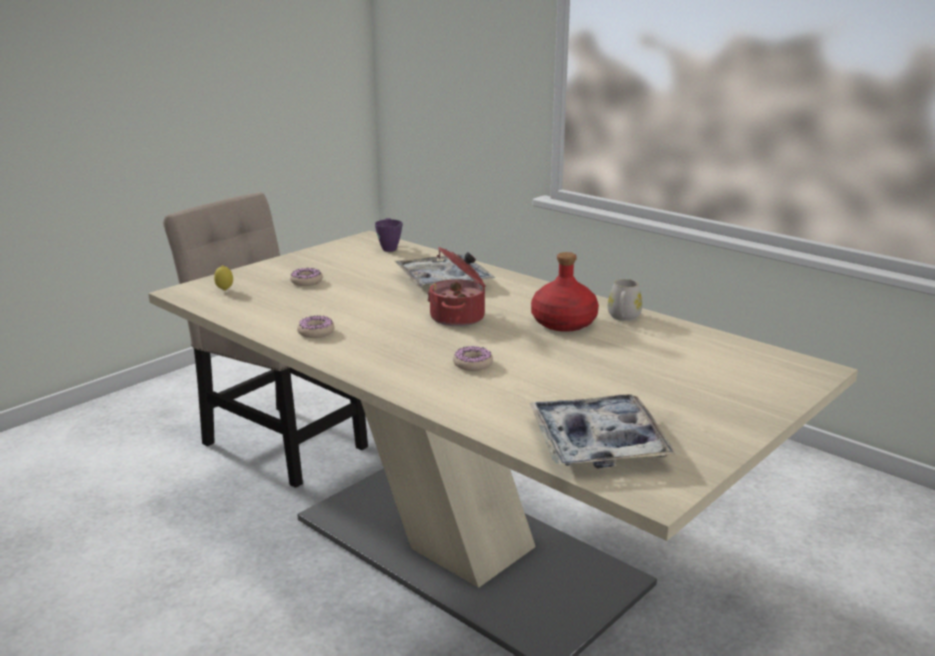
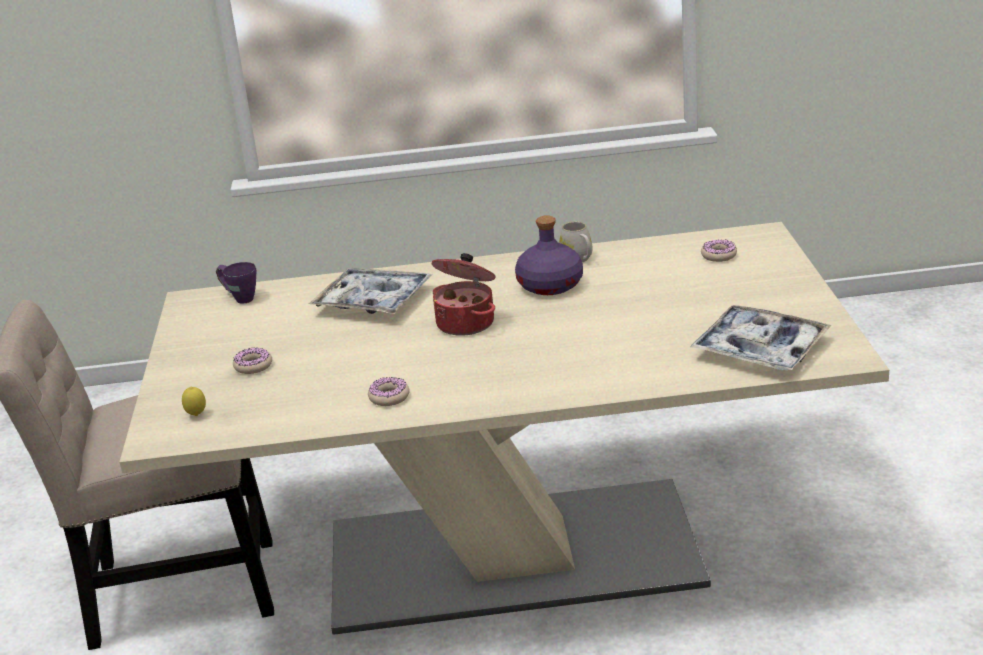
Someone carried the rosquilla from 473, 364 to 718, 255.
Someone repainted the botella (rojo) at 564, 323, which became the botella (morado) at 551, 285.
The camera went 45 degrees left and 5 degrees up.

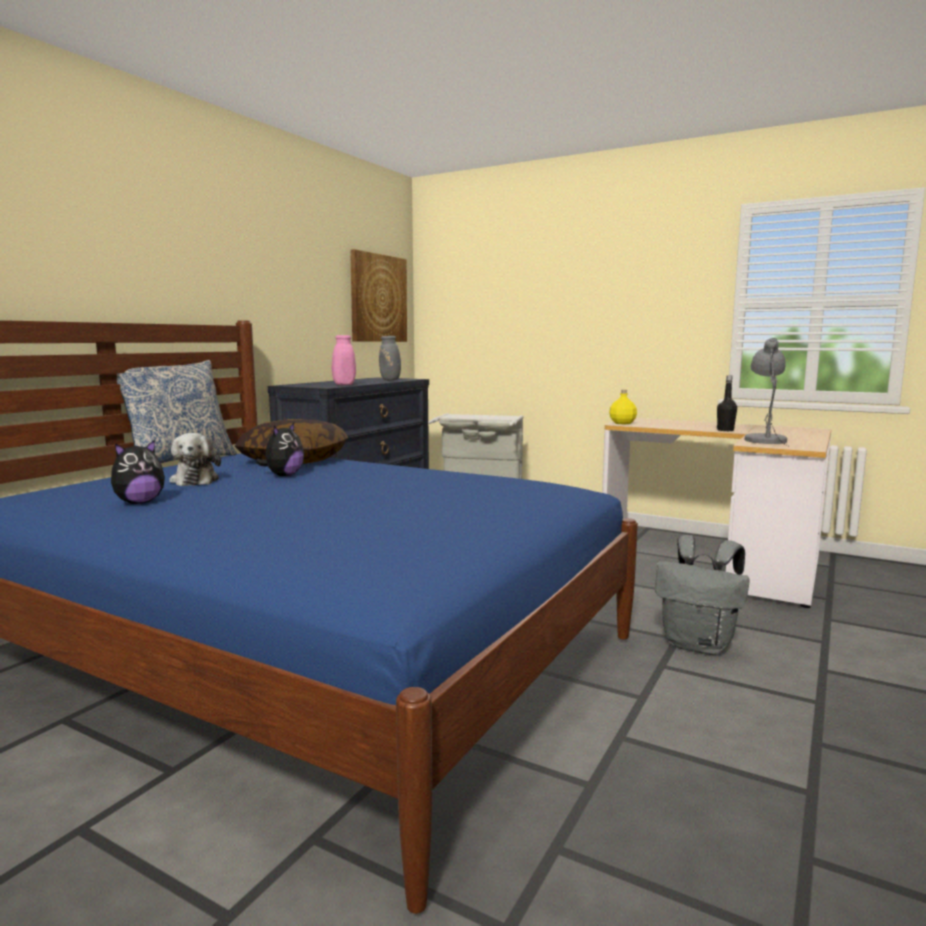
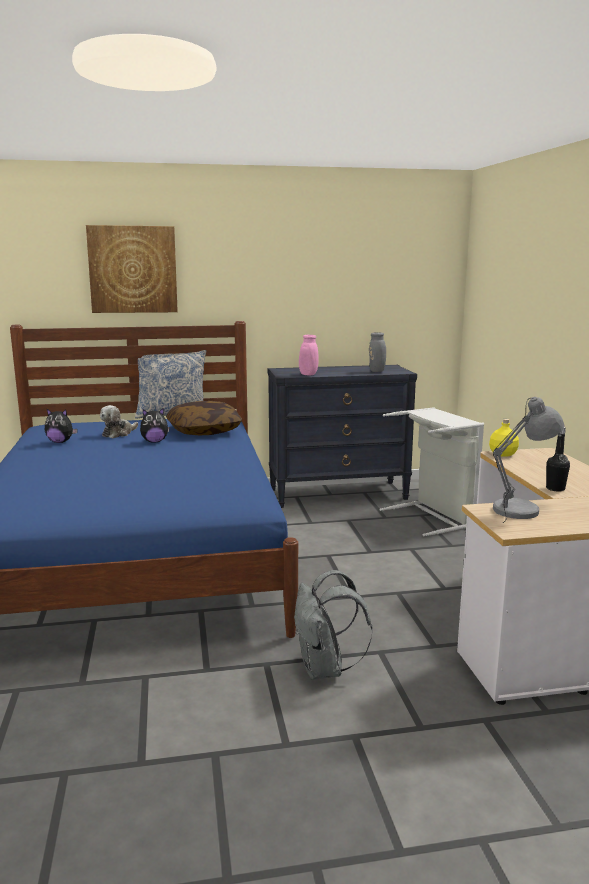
Someone carried the cuadro from 378, 298 to 133, 269.
The camera went 50 degrees right and 5 degrees up.

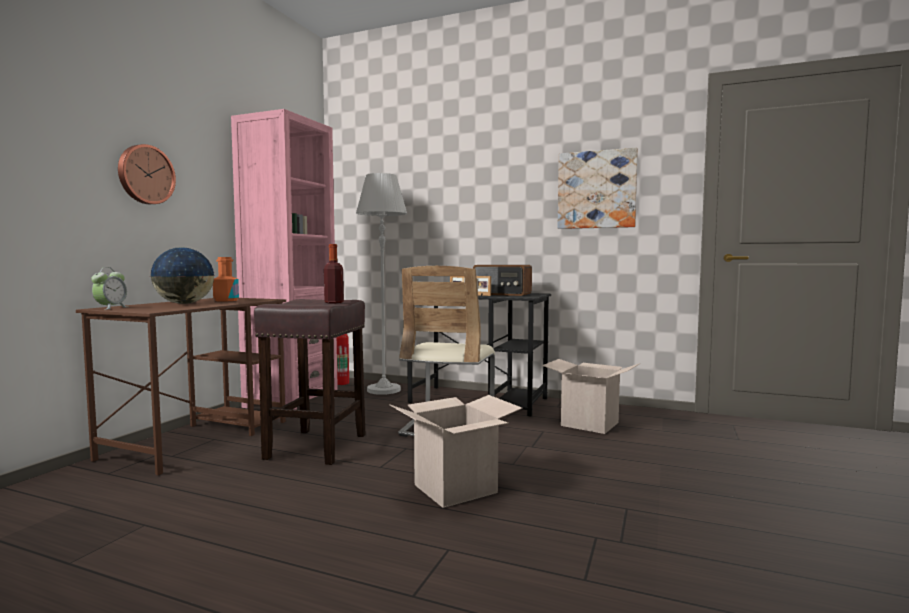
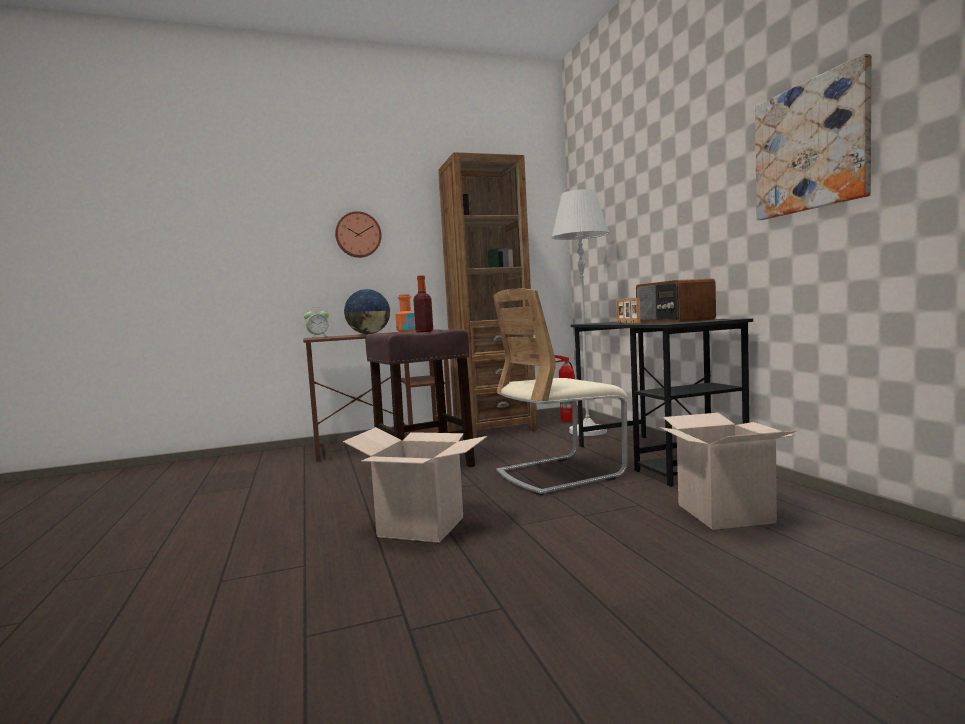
Someone repainted the estantería (rosa) at 291, 401, which became the estantería (marrón) at 494, 429.
The camera went 50 degrees right and 0 degrees up.

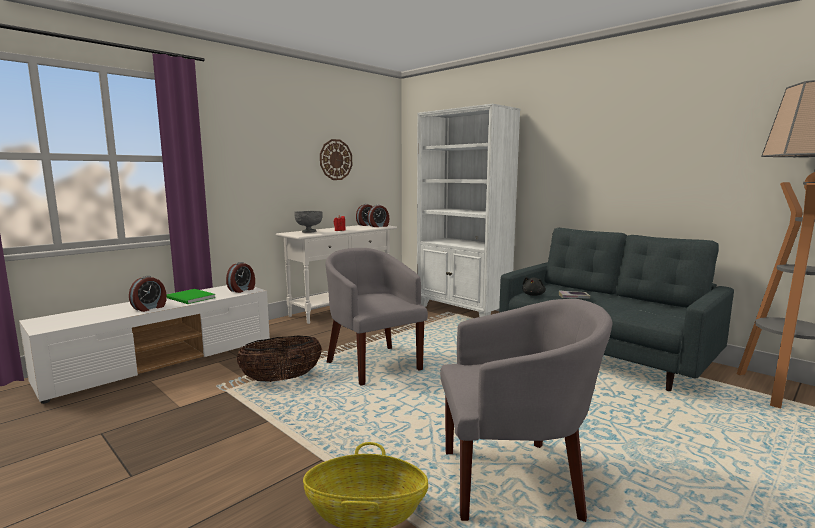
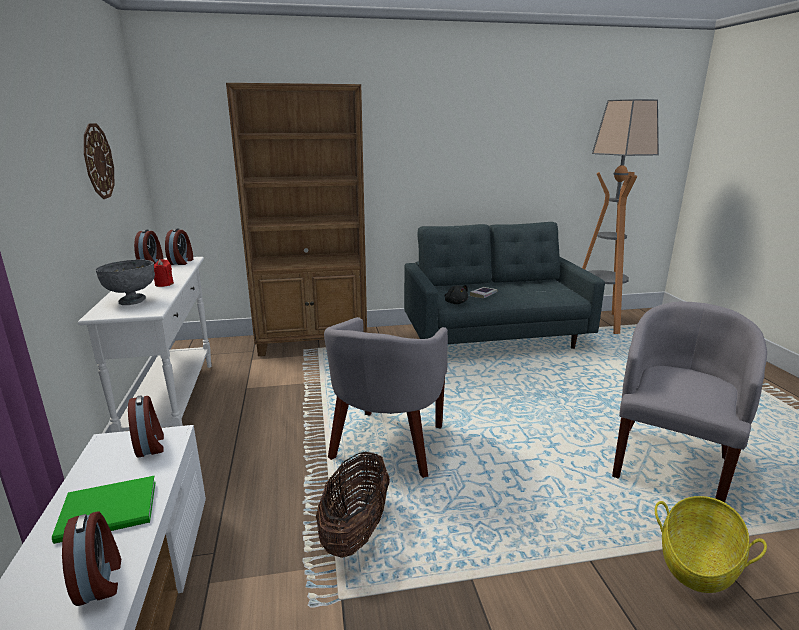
Someone rotated the sillón (gris) at 373, 364 by 75 degrees counterclockwise.
Someone repainted the estantería (blanco) at 463, 311, which became the estantería (marrón) at 313, 342.
The camera went 55 degrees left and 10 degrees up.

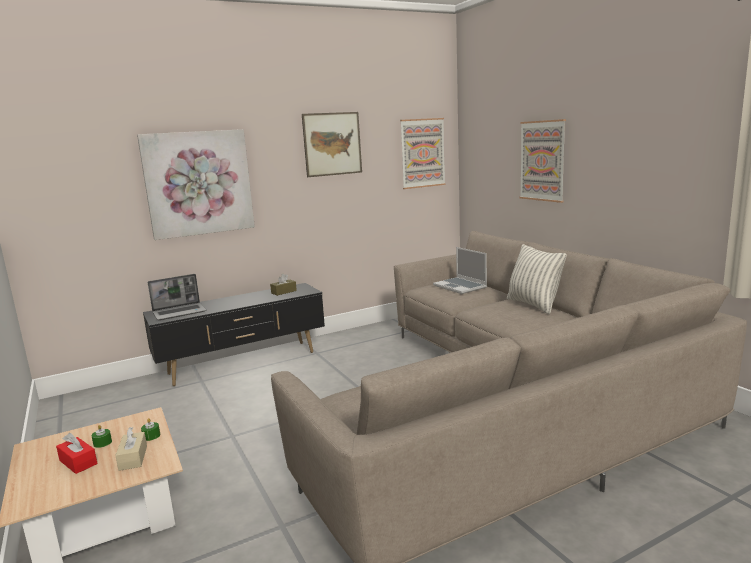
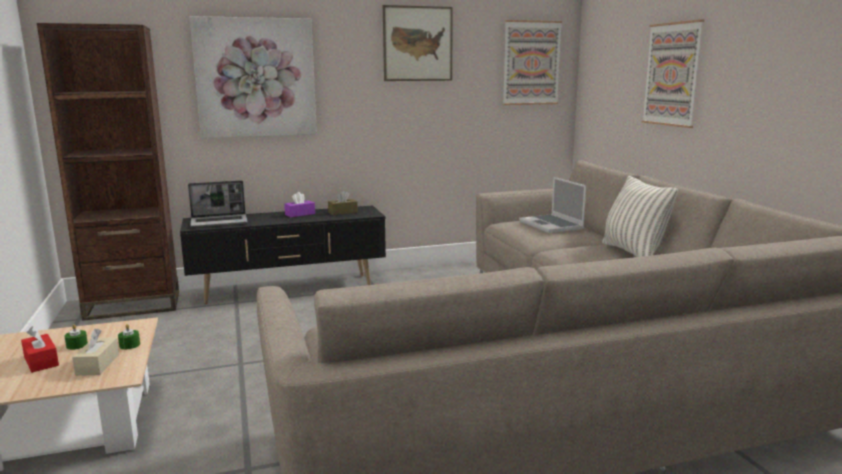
Someone put down the estantería (marrón) at 133, 305.
Someone put down the caja de pañuelos (morado) at 300, 214.
The camera went 10 degrees right and 0 degrees up.

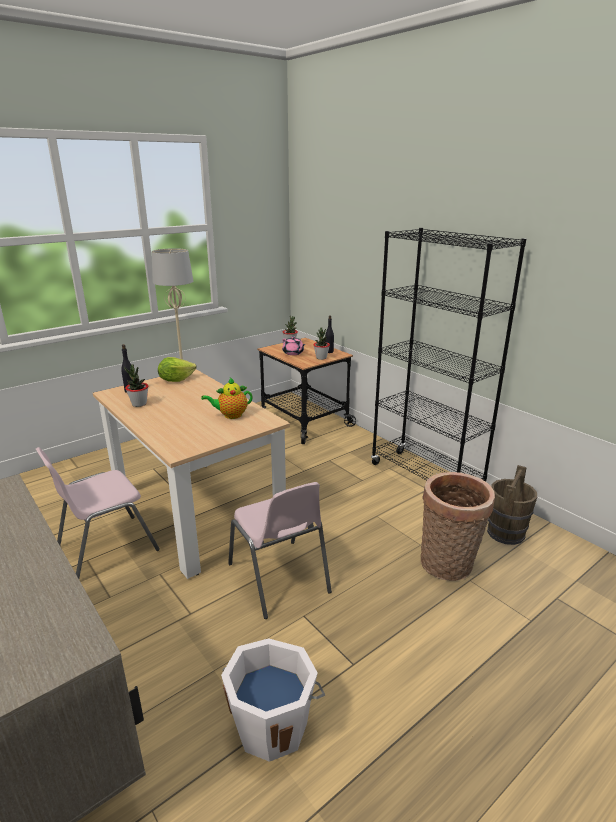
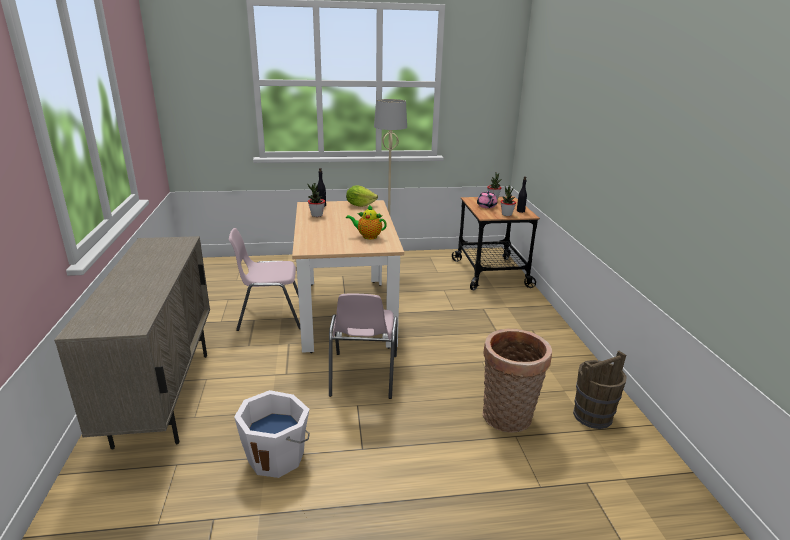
Someone took away the estantería (negro) at 425, 479.
The camera went 30 degrees right and 0 degrees up.

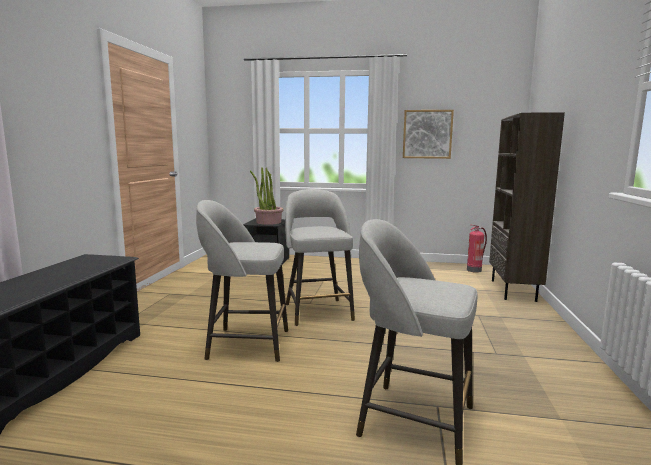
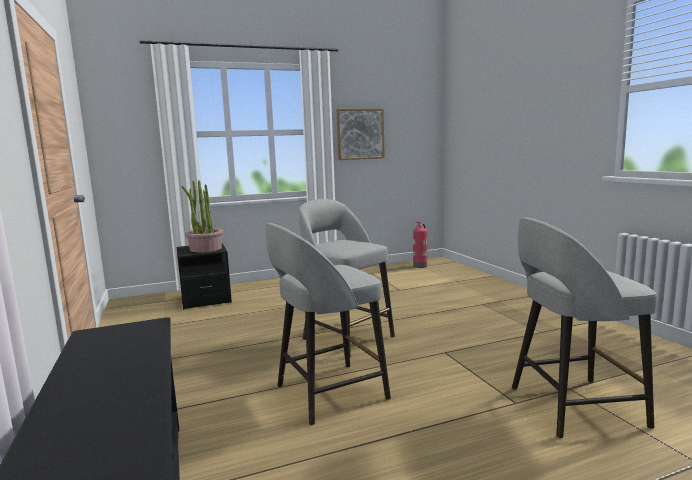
Someone took away the estantería (marrón) at 514, 290.
The camera went 30 degrees left and 0 degrees up.

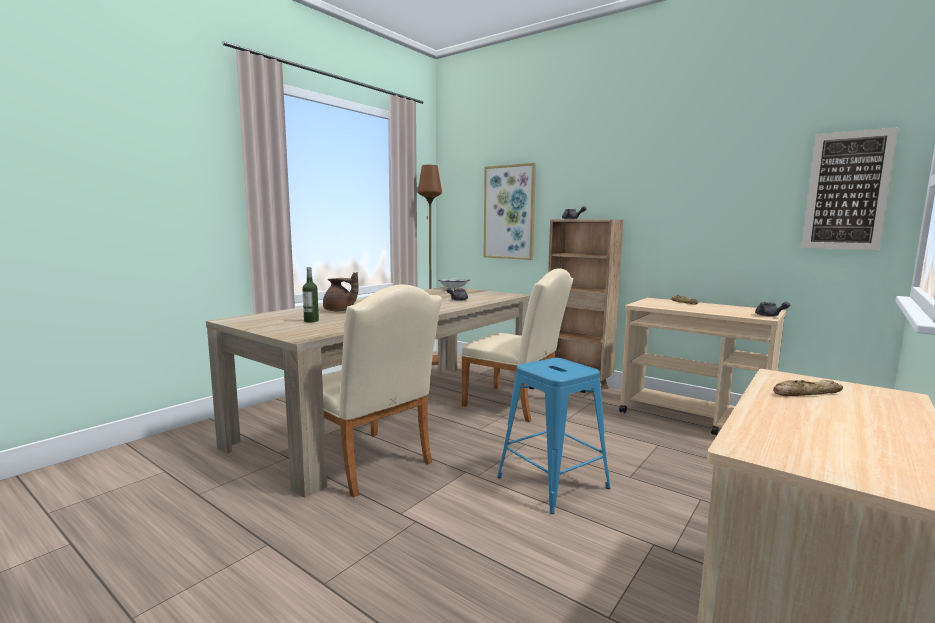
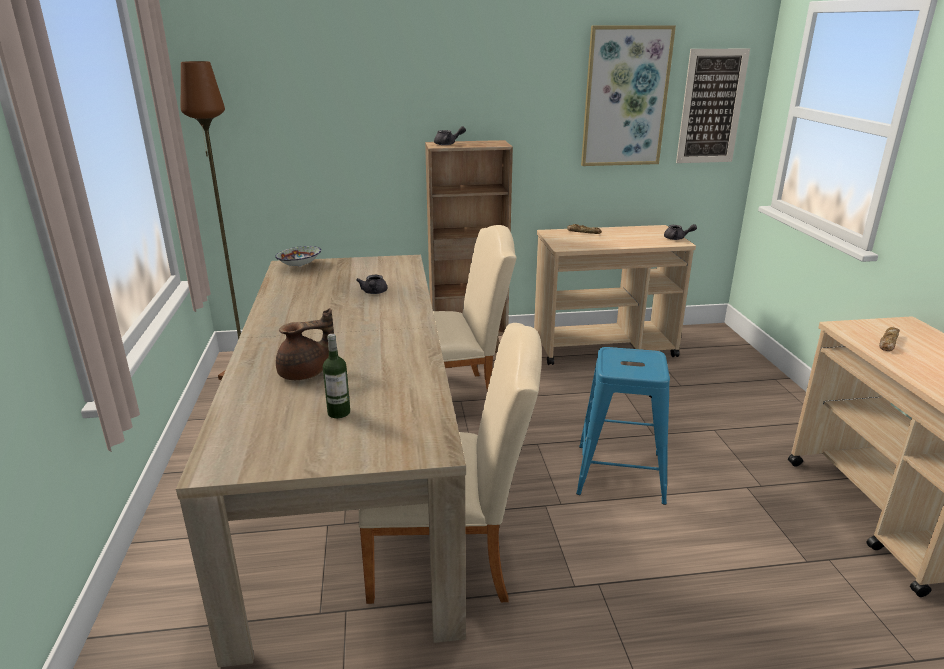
Someone carried the cuadro from 509, 212 to 625, 97.
The camera went 45 degrees left and 15 degrees up.

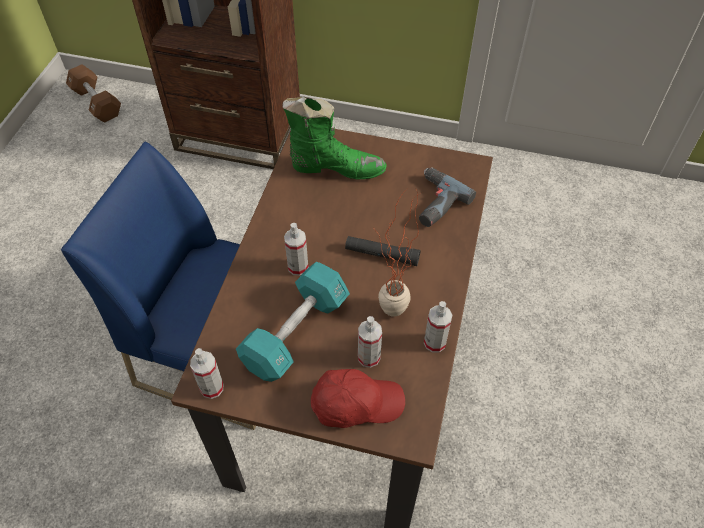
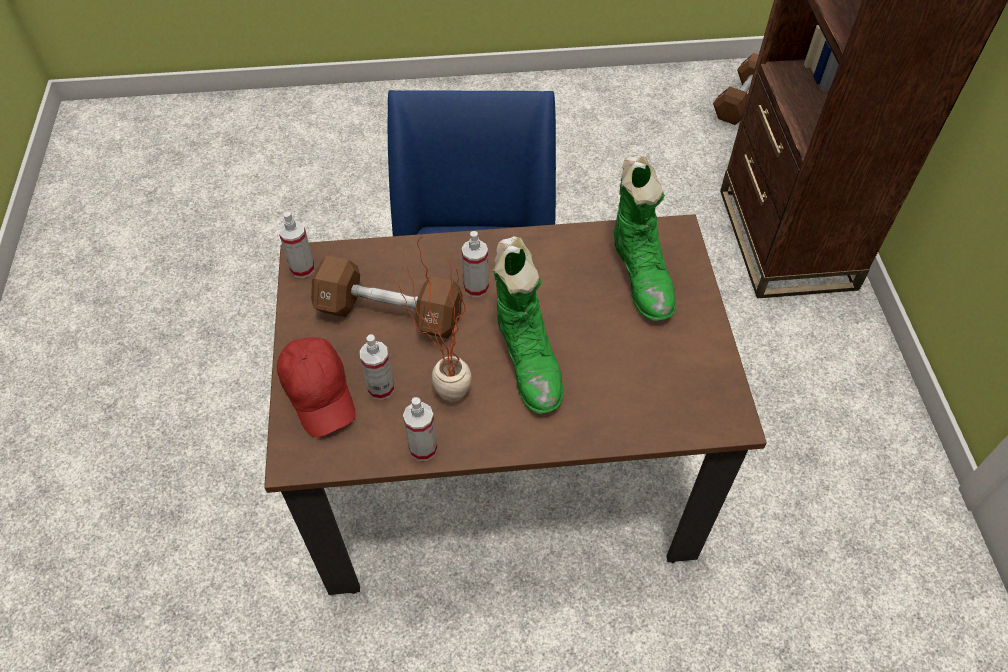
Someone repainted the mancuerna (turquesa) at 295, 332, which became the mancuerna (marrón) at 389, 313.
Someone swapped the linterna (negro) at 381, 255 for the bota (verde) at 529, 360.
Someone took away the taladro at 433, 202.
The camera went 70 degrees right and 0 degrees up.

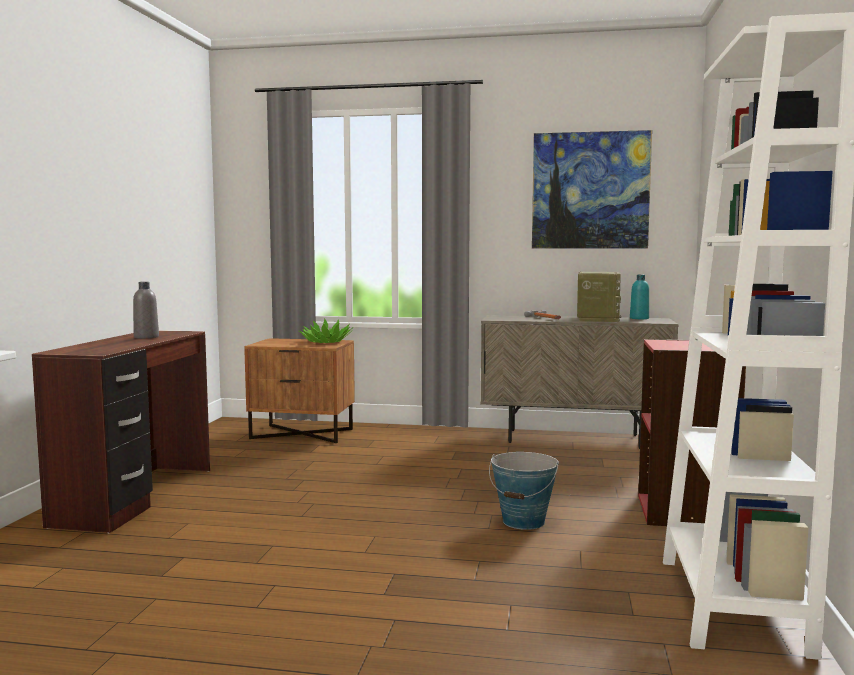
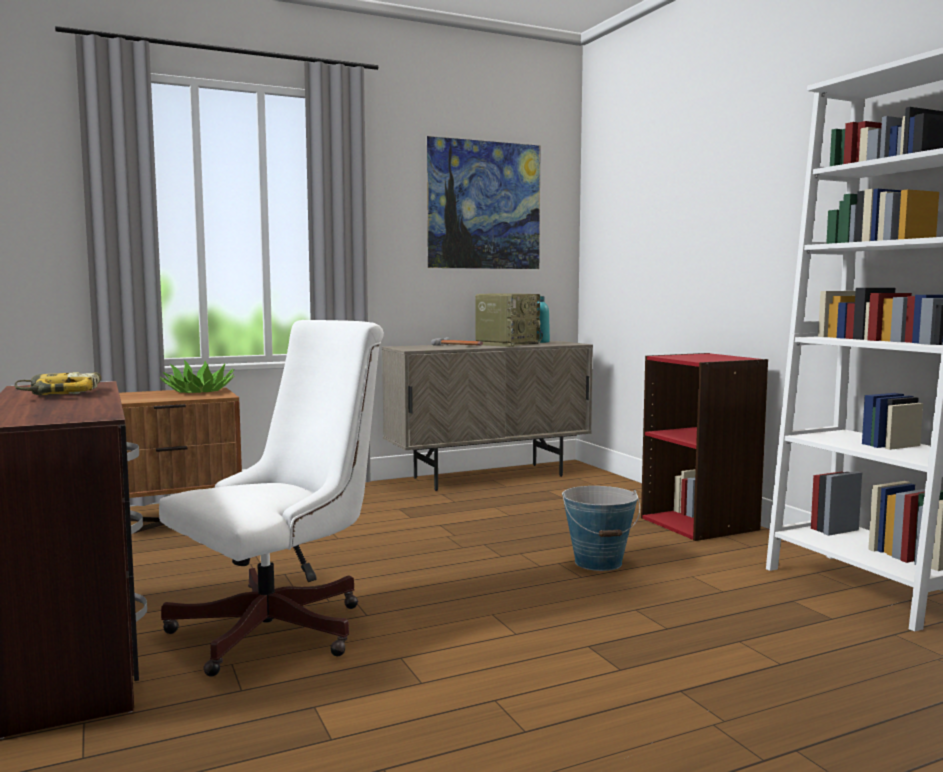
Someone swapped the botella (gris) at 146, 337 for the taladro at 63, 393.
Someone rotated the radio at 597, 319 by 60 degrees clockwise.
Someone put down the silla de oficina (blanco) at 282, 628.
The camera went 35 degrees left and 0 degrees up.

